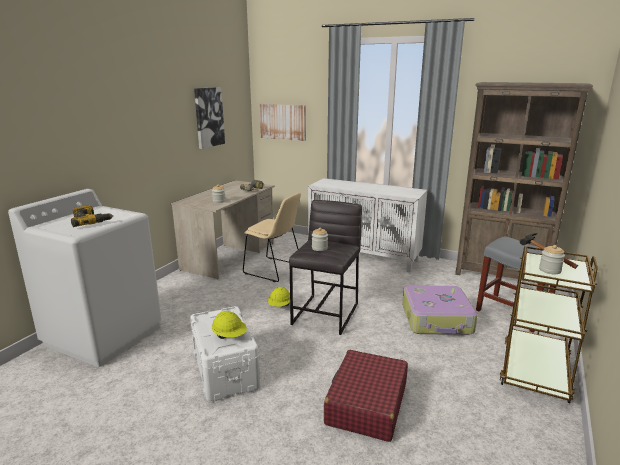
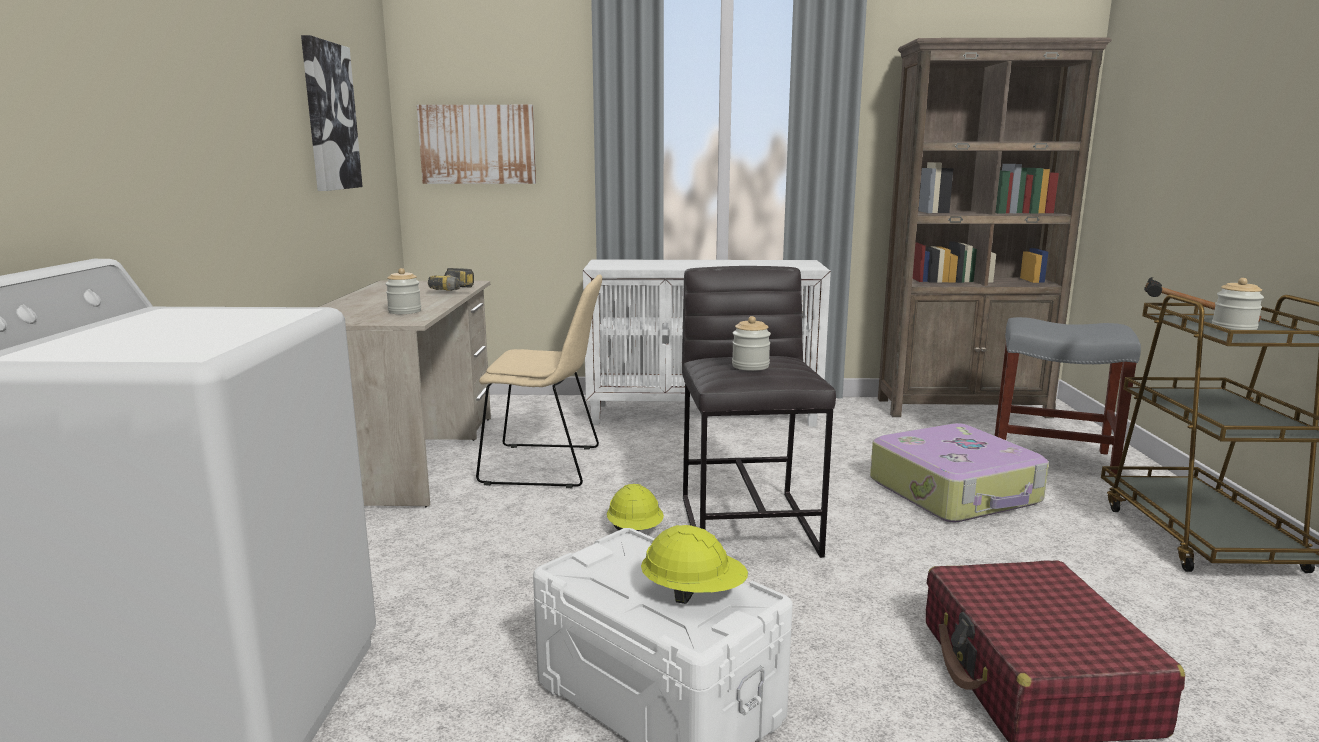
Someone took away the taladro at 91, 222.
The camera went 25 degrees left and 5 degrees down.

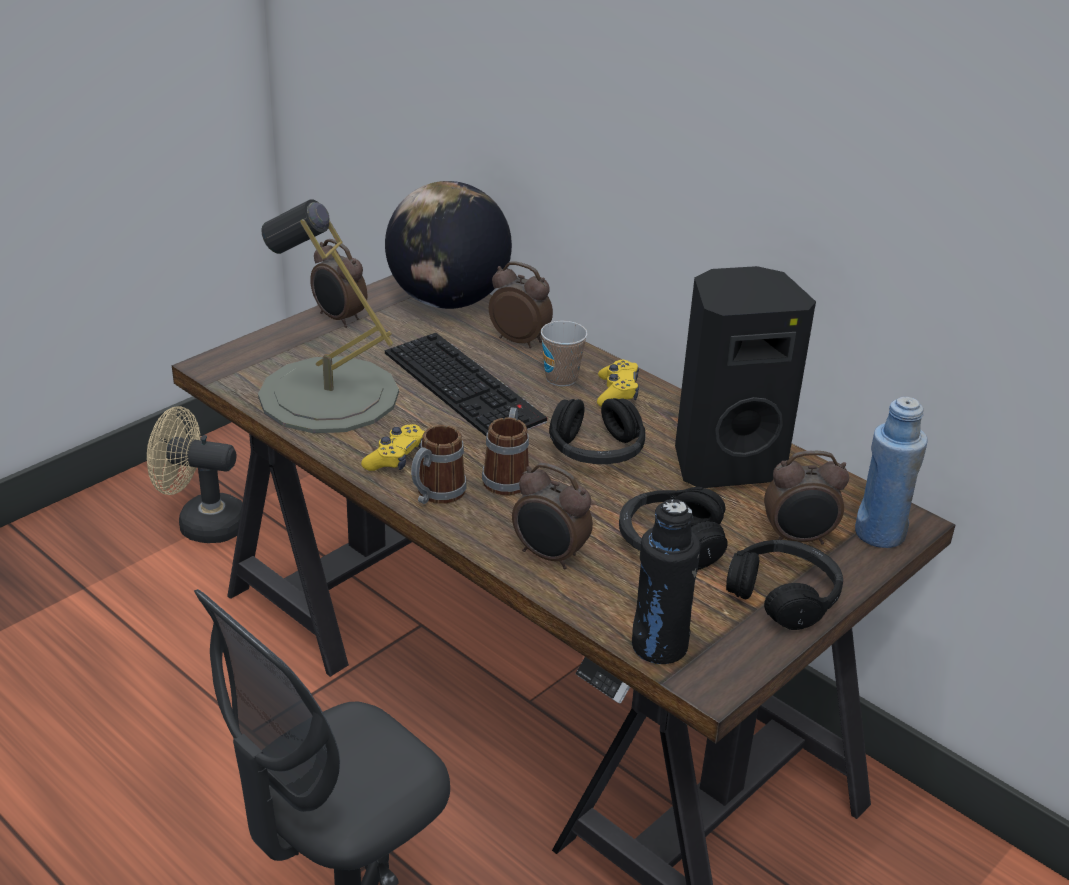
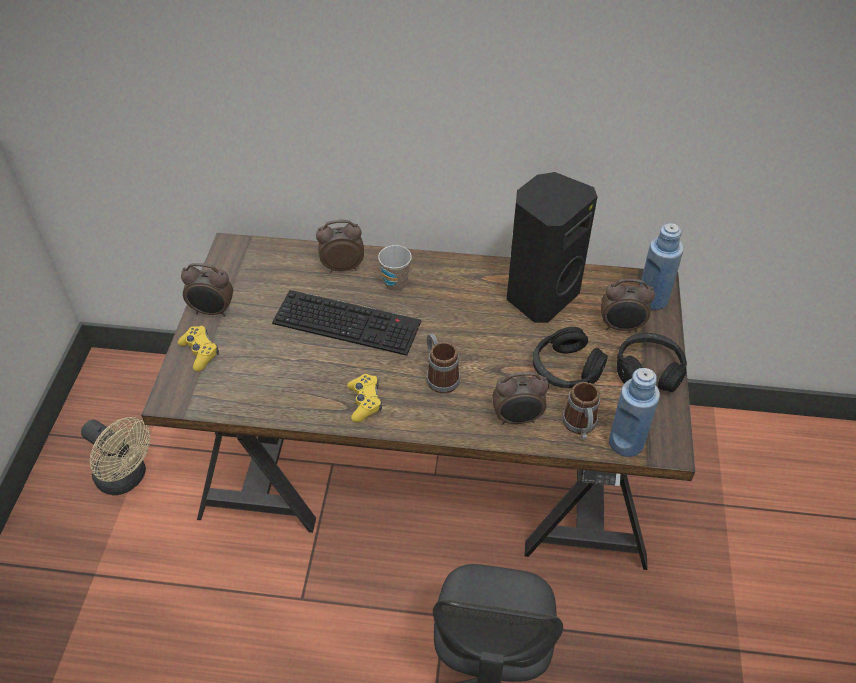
Someone rotated the ventilador (beis) at 201, 523 by 120 degrees counterclockwise.
Someone took away the lámpara de mesa (gris) at 328, 395.
Someone took away the globo terráqueo at 448, 301.
Someone carried the taza grande from 435, 495 to 580, 427.
Someone took away the auriculares (negro) at 596, 450.
Someone carried the mando de consola (amarillo) from 617, 392 to 200, 352.
Someone repainted the botella (negro) at 659, 646, which became the botella (azul) at 626, 443.
Someone rotated the despertador at 798, 539 by 45 degrees clockwise.
The camera went 35 degrees left and 15 degrees up.

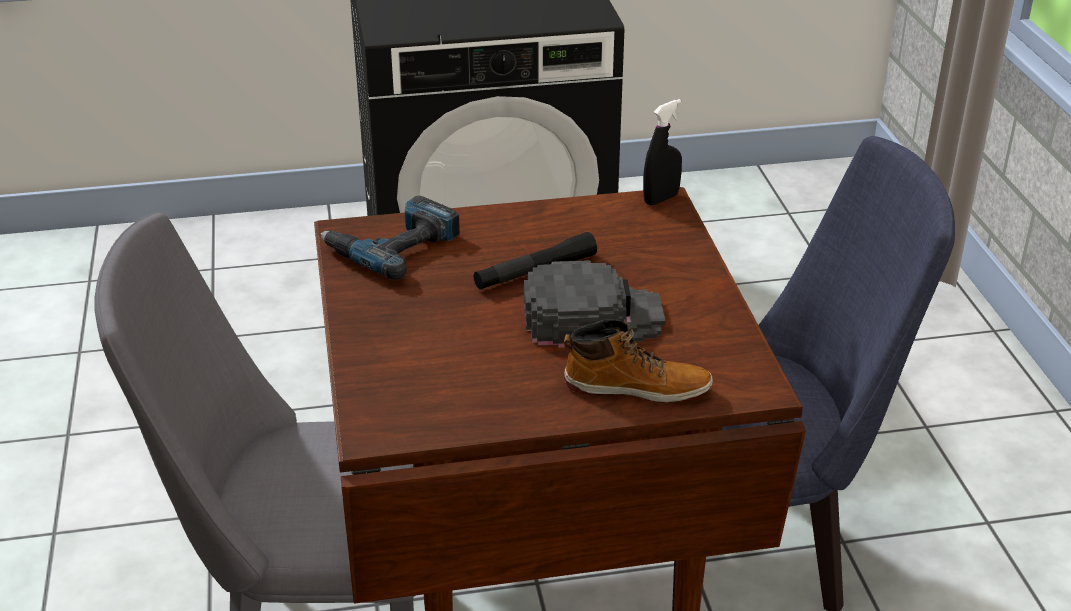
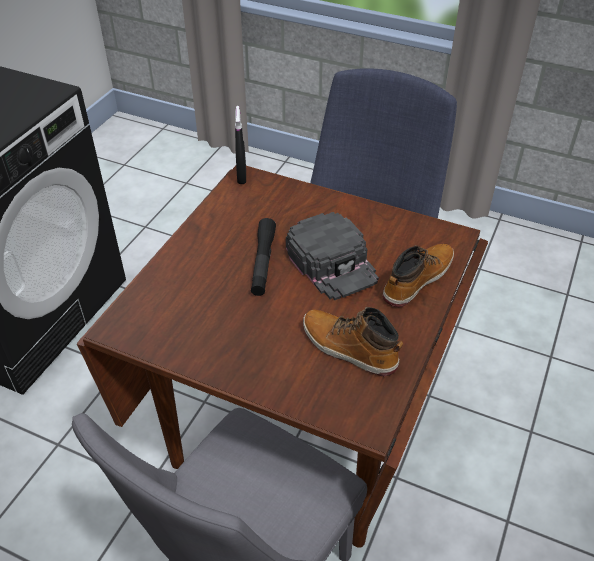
Someone took away the taladro at 393, 246.
Someone rotated the gorra (negro) at 592, 316 by 120 degrees clockwise.
Someone put down the bota at 348, 348.
The camera went 55 degrees left and 10 degrees up.

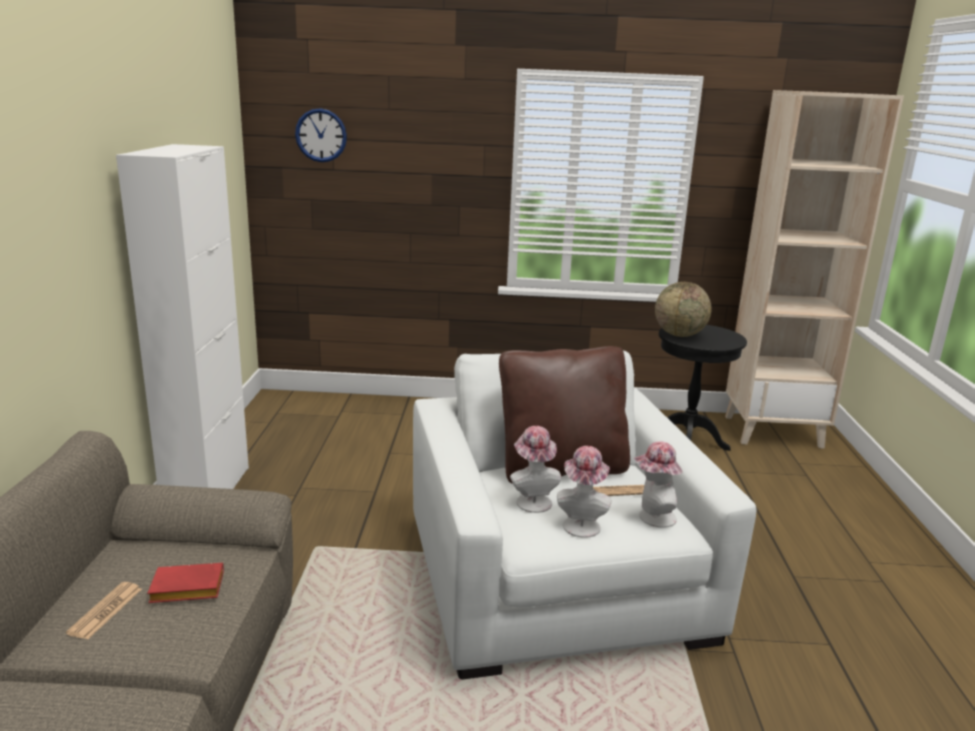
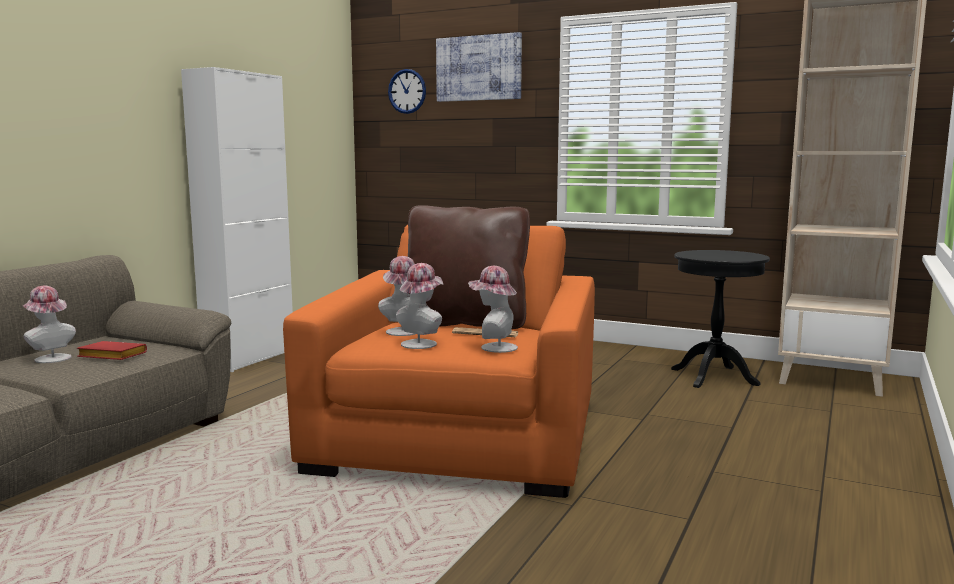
Someone swapped the periódico at 105, 611 for the sombrero at 50, 358.
Someone repainted the sillón (blanco) at 555, 578, which became the sillón (naranja) at 460, 436.
Someone took away the globo terráqueo at 679, 335.
Someone put up the cuadro at 478, 68.
The camera went 25 degrees right and 10 degrees down.

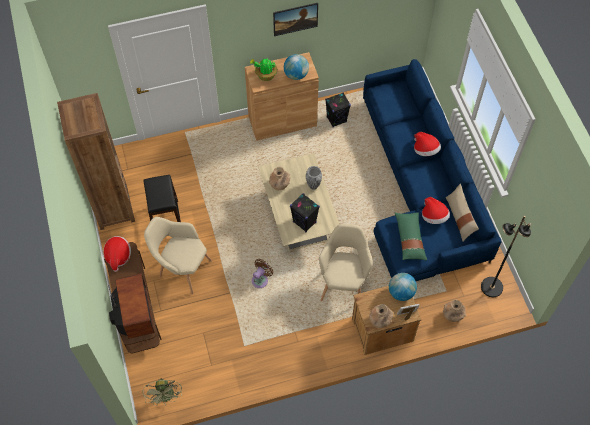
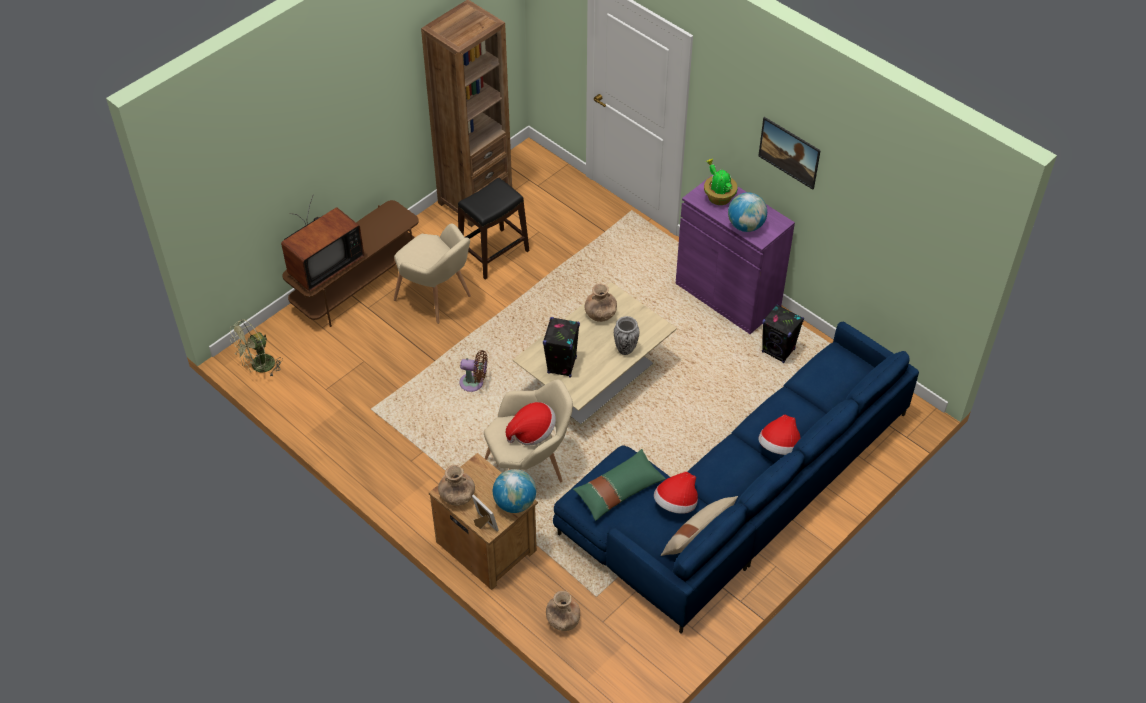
Someone carried the sombrero from 118, 256 to 532, 432.
Someone rotated the sillón (beis) at 181, 268 by 135 degrees clockwise.
Someone repainted the armario (marrón) at 282, 121, which became the armario (morado) at 727, 296.
Someone took away the lámpara de pie (negro) at 491, 287.
The camera went 60 degrees right and 10 degrees down.

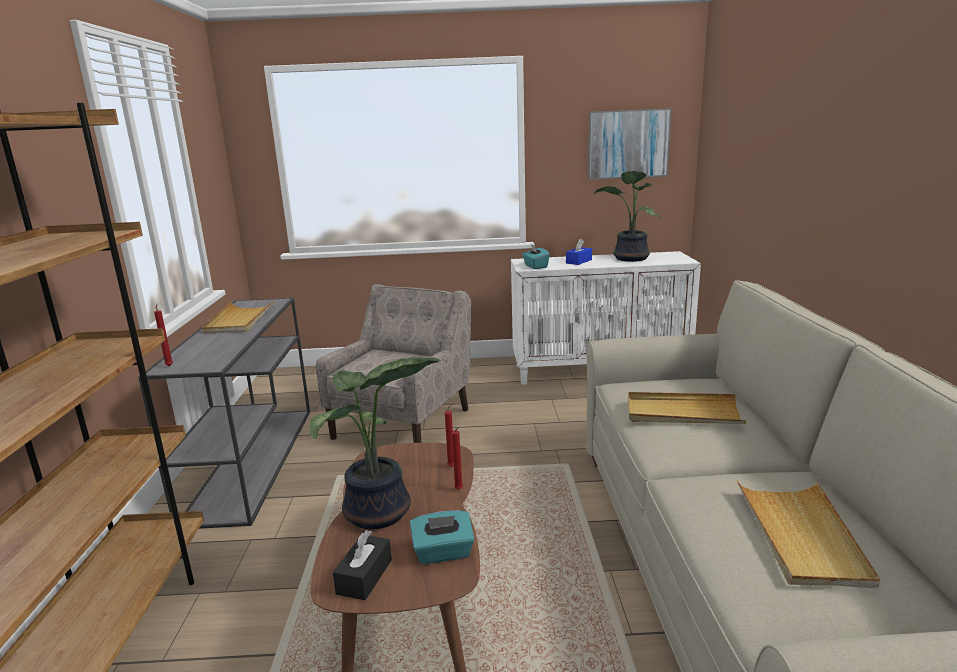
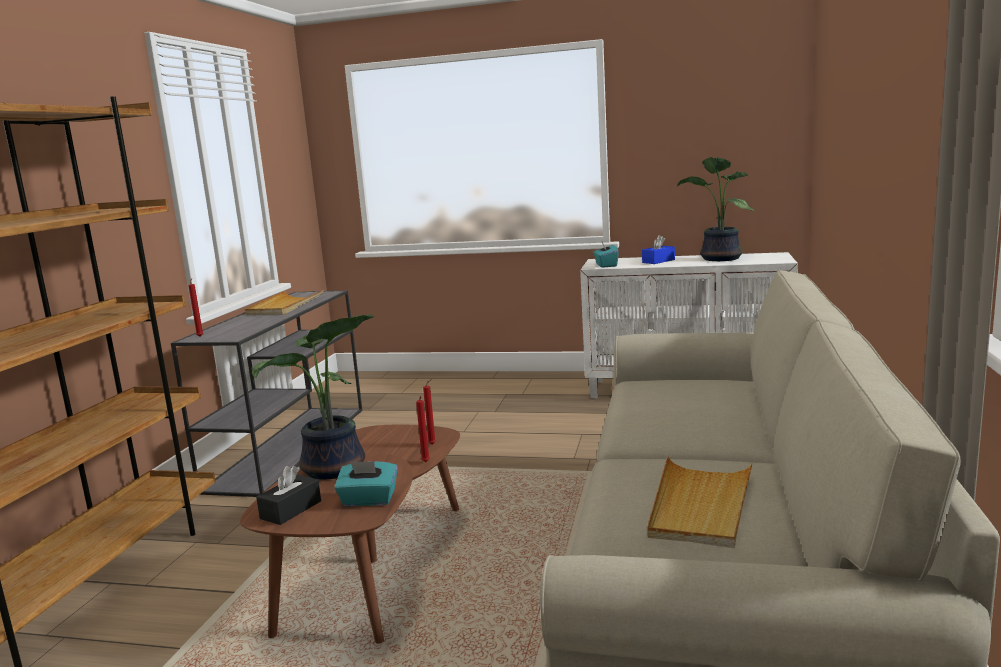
Someone took away the sillón (beis) at 403, 423.
Someone took away the cuadro at 628, 144.
Someone took away the bandeja (beis) at 682, 413.
The camera went 15 degrees right and 5 degrees down.

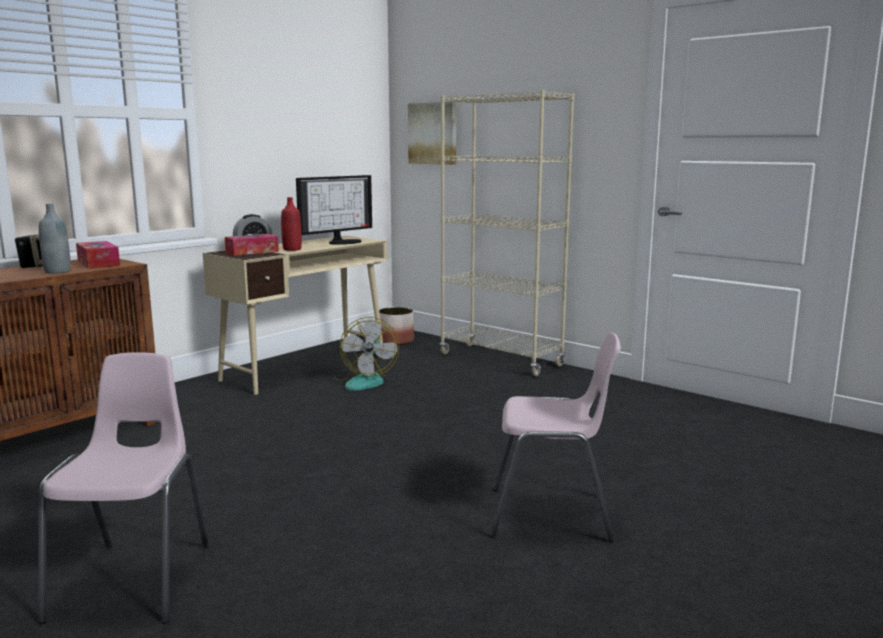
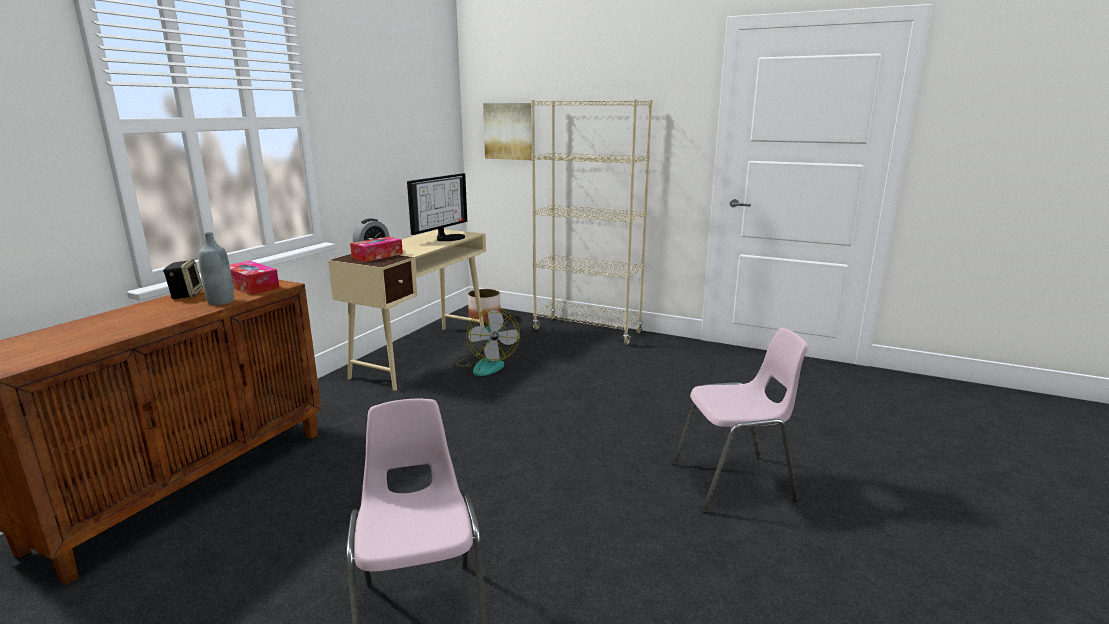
Someone took away the botella (rojo) at 292, 249.
The camera went 15 degrees left and 5 degrees up.

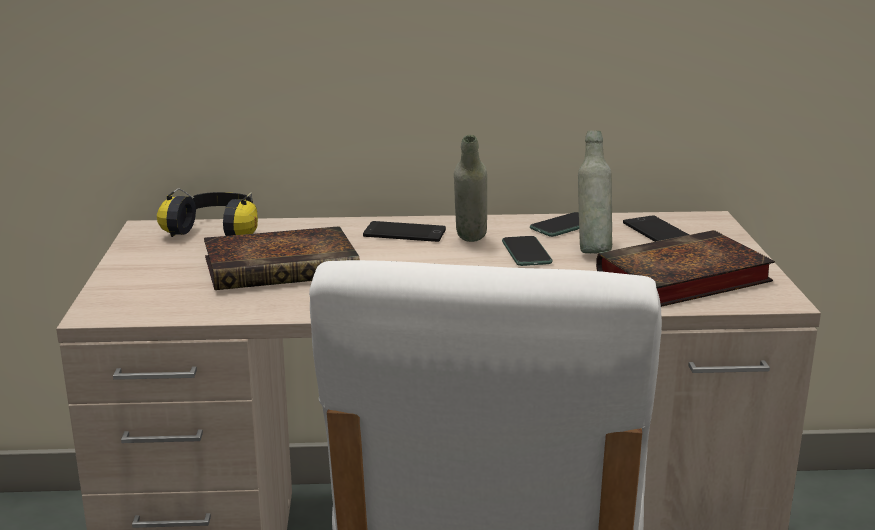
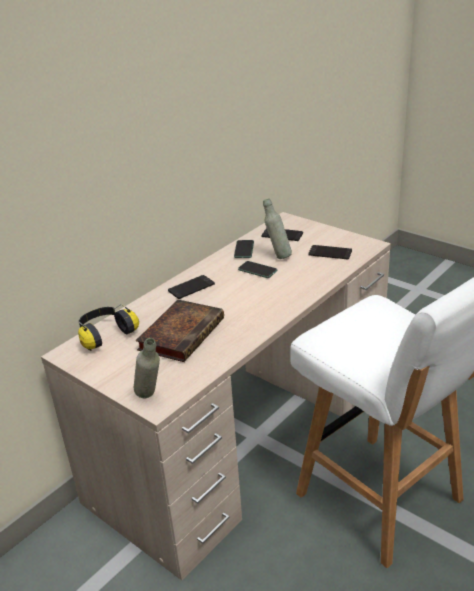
Someone carried the botella (gris) from 470, 243 to 151, 398.
Someone swapped the libro at 680, 279 for the móvil at 330, 253.
The camera went 45 degrees left and 10 degrees up.

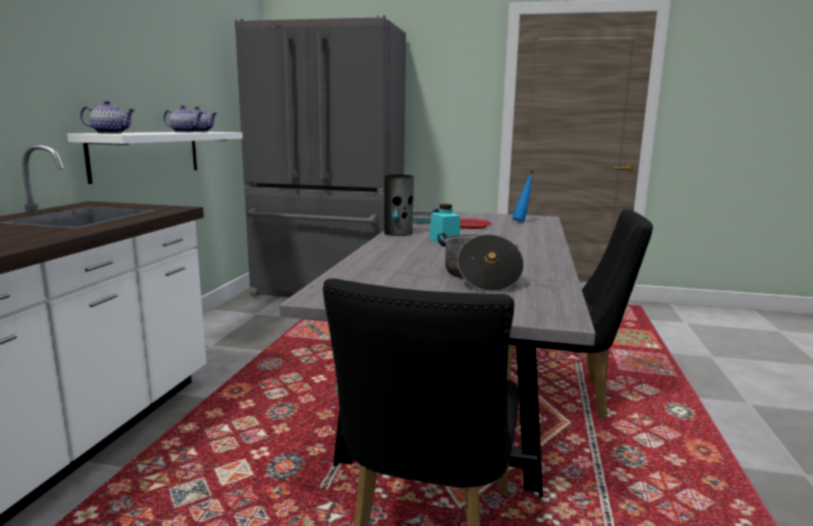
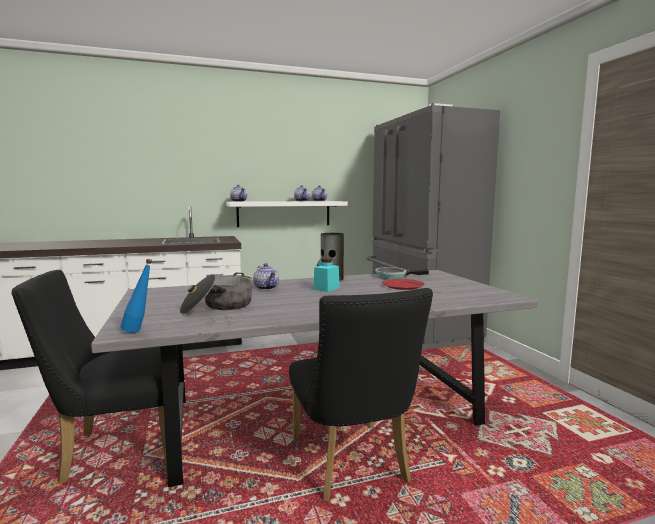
Someone carried the botella (azul) from 522, 221 to 139, 332.
Someone put down the tetera at 267, 288.
The camera went 60 degrees right and 5 degrees down.

